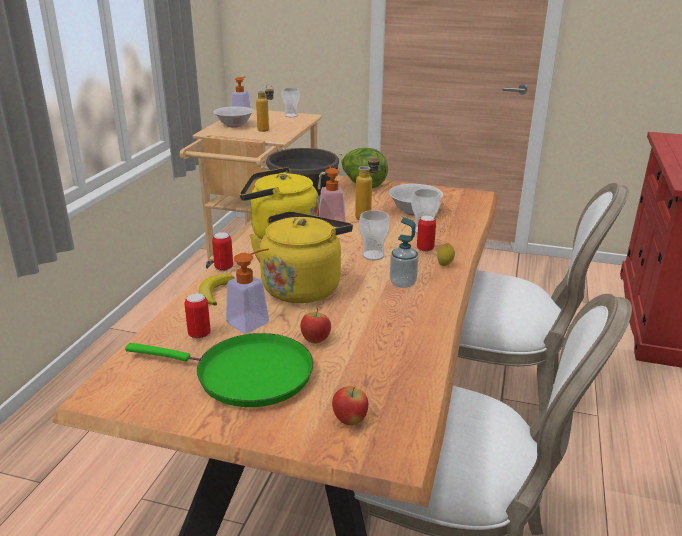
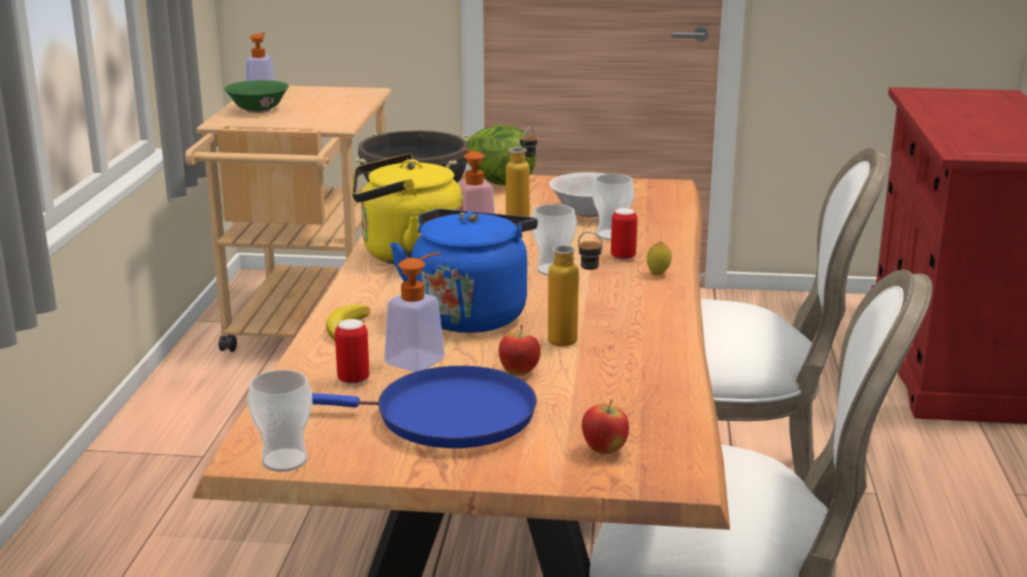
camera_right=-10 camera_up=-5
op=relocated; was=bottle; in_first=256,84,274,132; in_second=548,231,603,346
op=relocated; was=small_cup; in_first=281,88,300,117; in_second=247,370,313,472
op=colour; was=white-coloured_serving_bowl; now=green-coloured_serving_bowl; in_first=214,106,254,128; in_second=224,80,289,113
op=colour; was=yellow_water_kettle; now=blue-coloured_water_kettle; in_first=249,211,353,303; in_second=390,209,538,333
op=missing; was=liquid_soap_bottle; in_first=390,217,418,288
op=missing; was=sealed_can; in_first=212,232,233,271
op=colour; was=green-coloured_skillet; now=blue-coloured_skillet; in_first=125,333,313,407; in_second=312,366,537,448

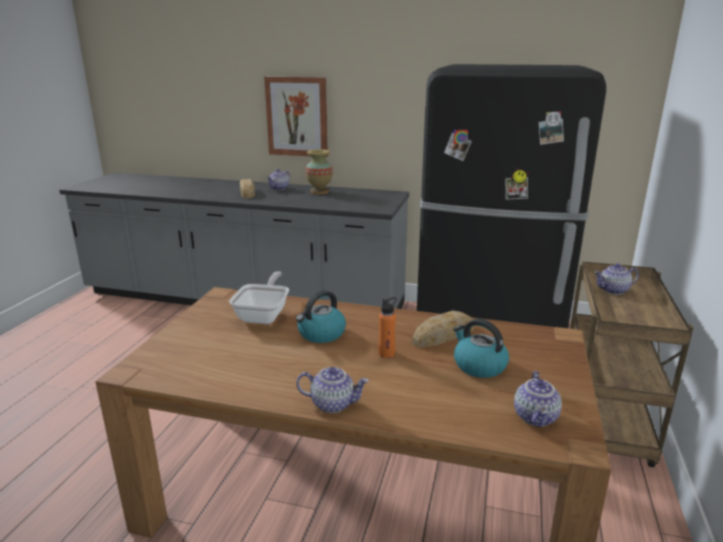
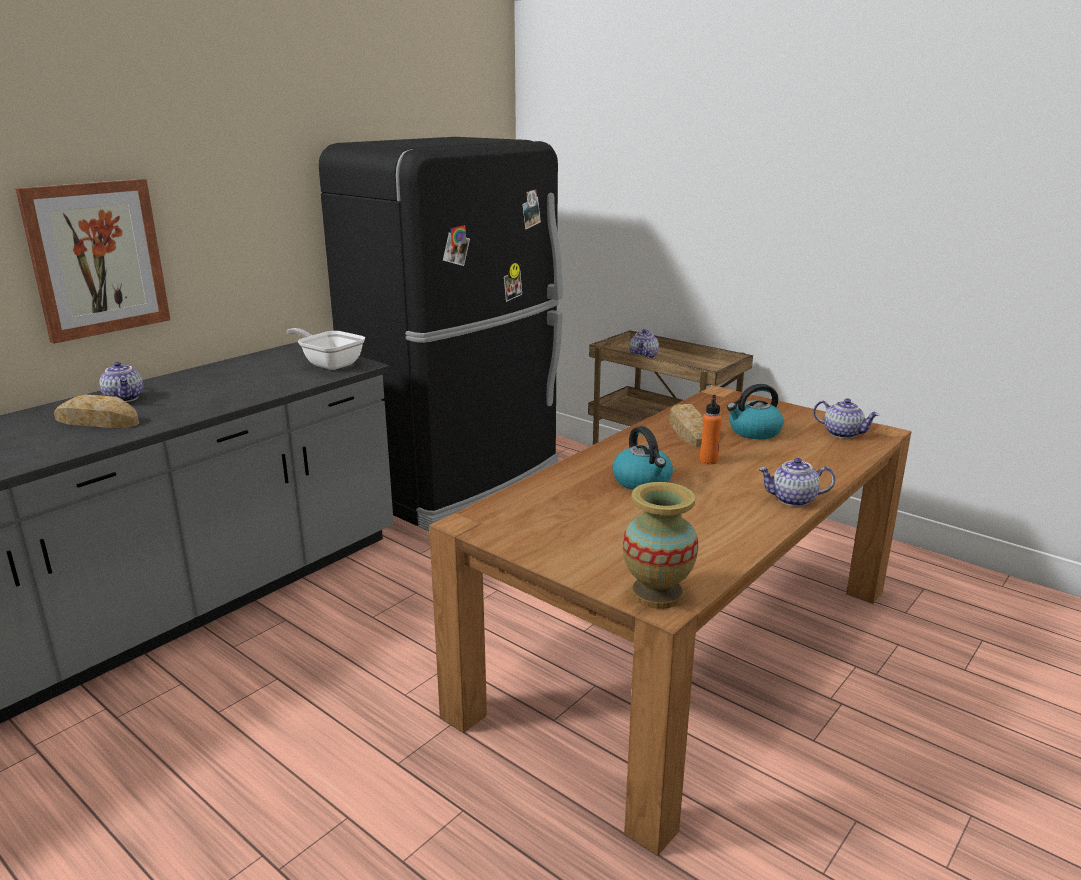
camera_right=-65 camera_up=0
op=relocated; was=flower_vase; in_first=306,149,333,194; in_second=623,482,698,609
op=relocated; was=skillet; in_first=229,272,289,324; in_second=286,328,365,370
op=spun; was=tea_pot; in_first=296,367,369,413; in_second=758,458,835,507; clockwise=-120

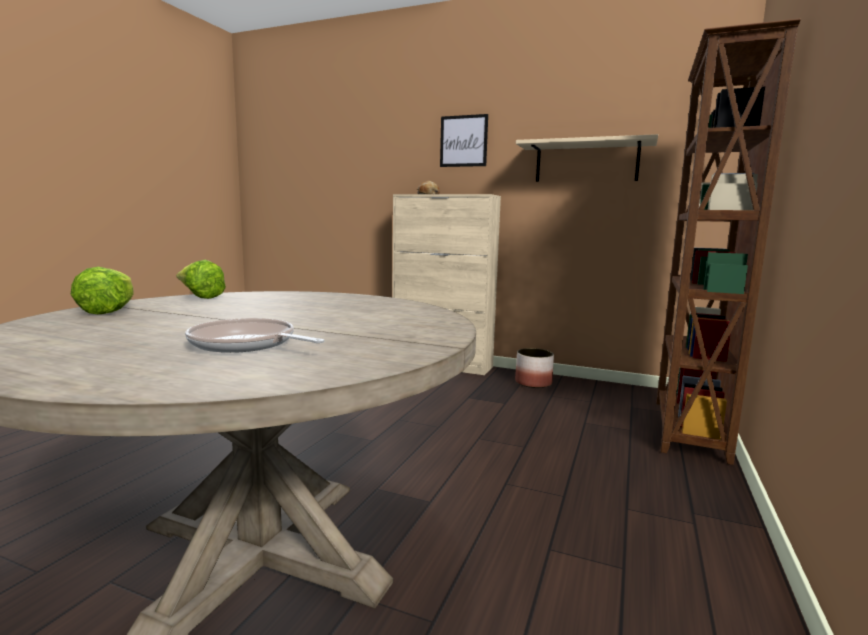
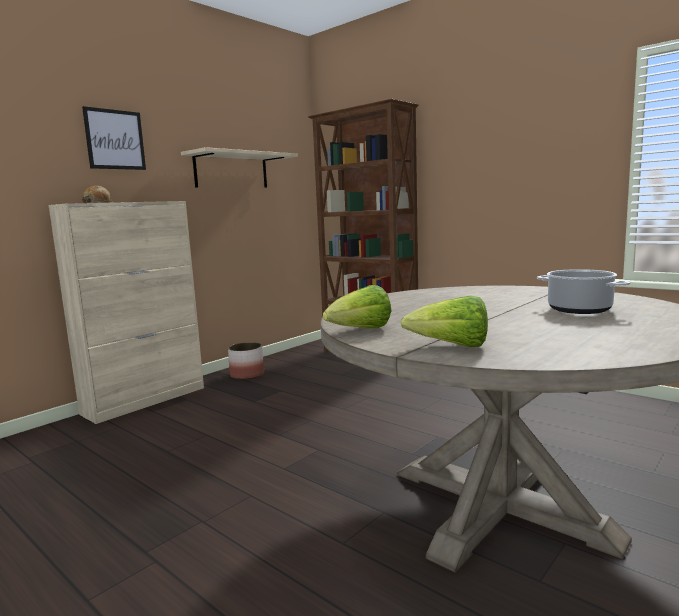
camera_right=-70 camera_up=0
op=exchanged; was=skillet; now=saucepot; in_first=185,318,325,353; in_second=537,269,630,314

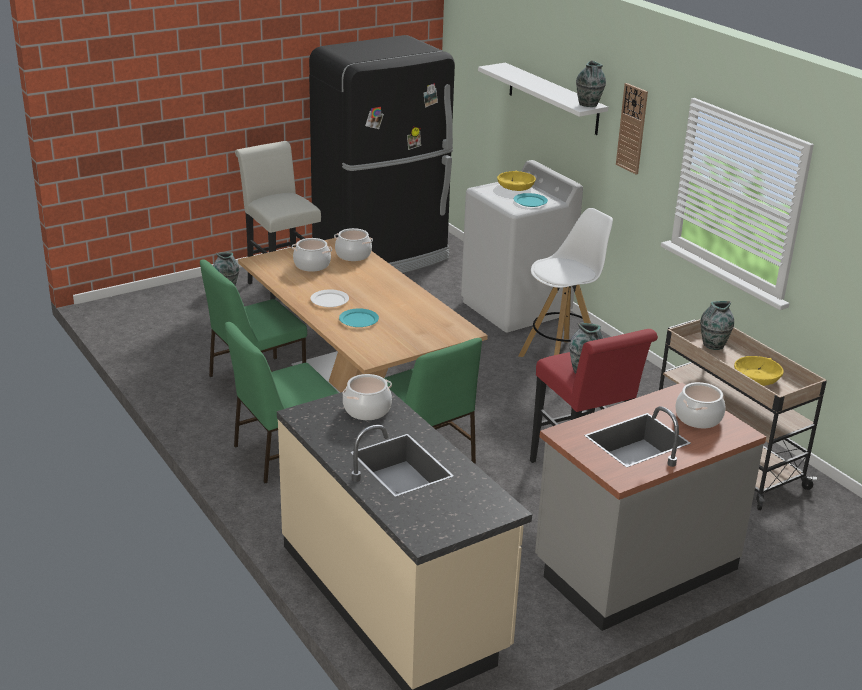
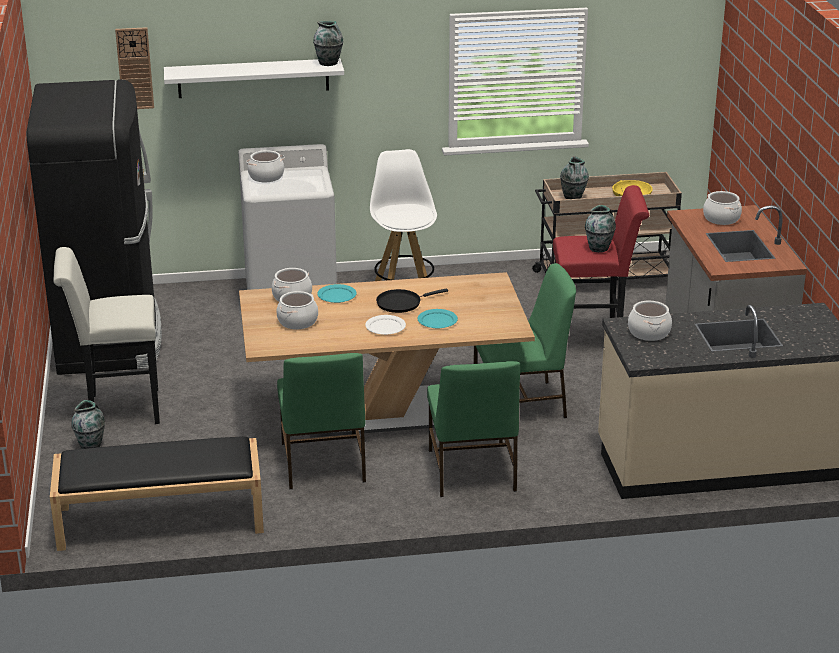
camera_right=-65 camera_up=0
op=relocated; was=clock_on_the_wall; in_first=616,83,648,174; in_second=115,27,154,109
op=exchanged; was=yellow_serving_bowl; now=saucepot; in_first=497,171,536,191; in_second=246,150,285,182
op=relocated; was=turquoise-coloured_dinner_plate; in_first=514,193,548,207; in_second=318,284,357,303
op=appeared; now=black-coloured_skillet; in_second=376,288,448,313
op=appeared; now=black-coloured_long_seat; in_second=50,436,264,551

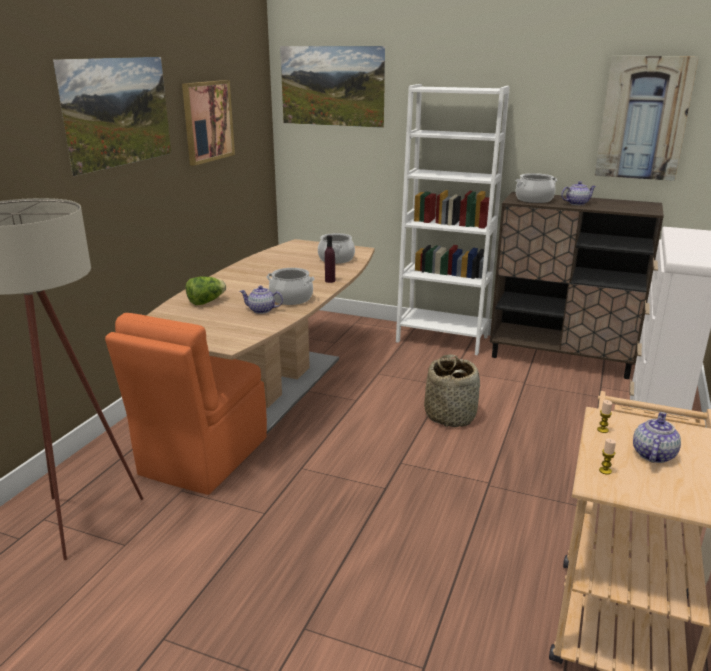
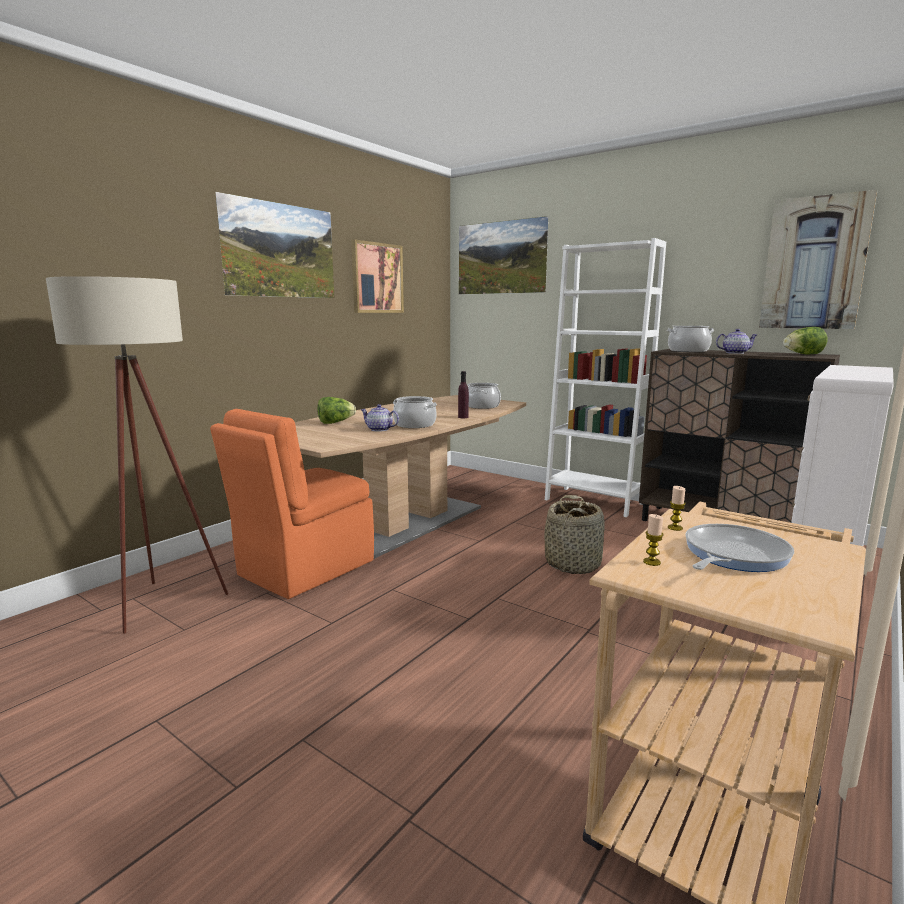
camera_right=15 camera_up=-10
op=exchanged; was=tea_pot; now=skillet; in_first=633,412,681,463; in_second=685,524,794,572
op=appeared; now=head_of_lettuce; in_second=783,327,828,354

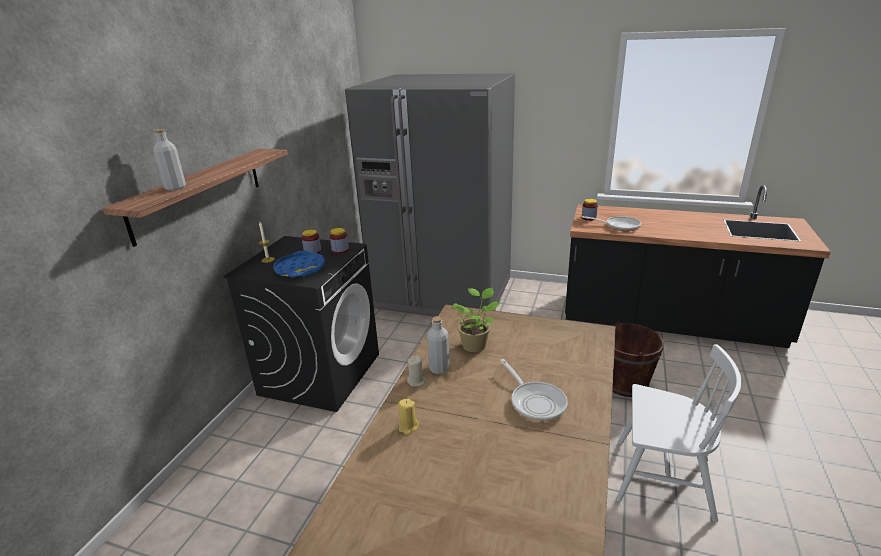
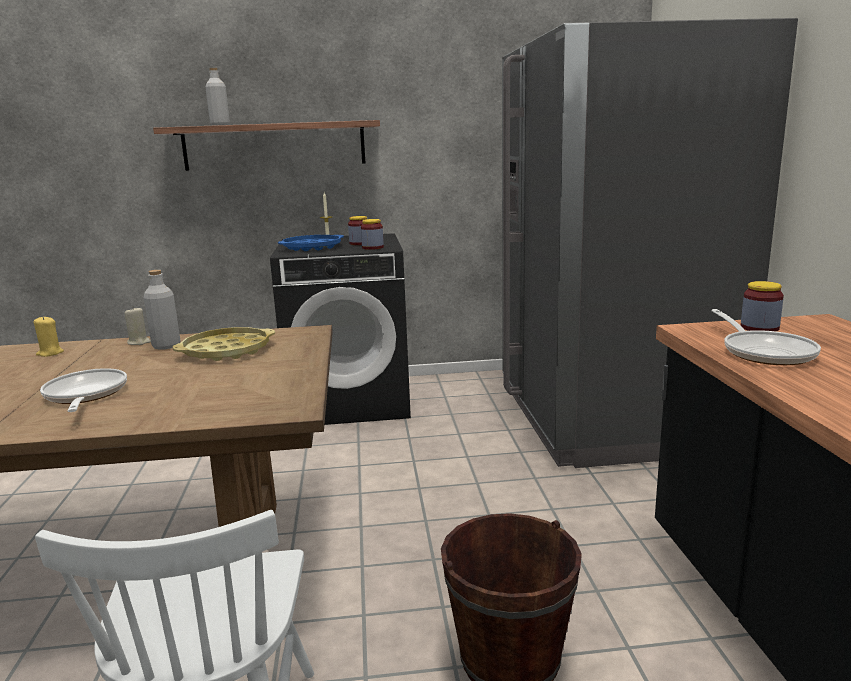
camera_right=65 camera_up=-10
op=exchanged; was=potted_plant; now=yellow_serving_tray; in_first=450,288,500,352; in_second=173,327,275,361
op=spun; was=skillet; in_first=500,359,567,421; in_second=40,368,127,412; clockwise=120

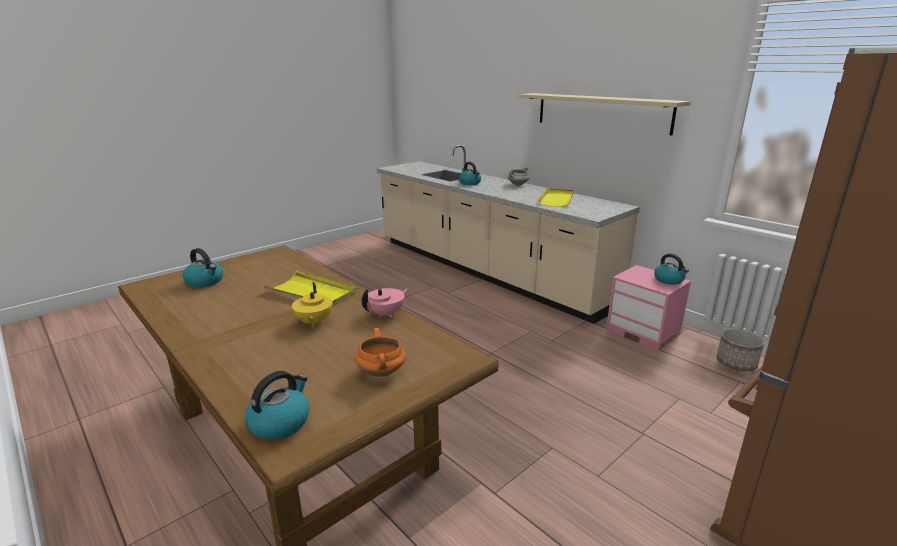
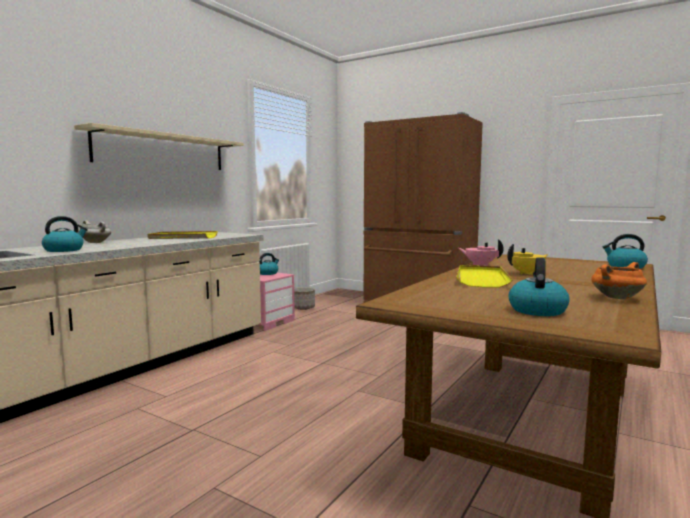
camera_right=-105 camera_up=-15
op=relocated; was=orange-coloured_saucepot; in_first=355,328,406,377; in_second=591,262,647,300

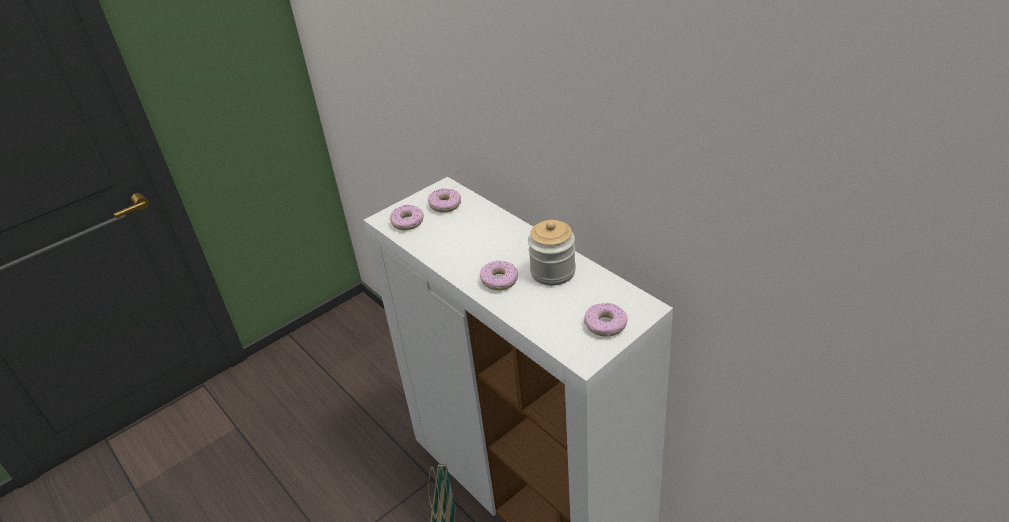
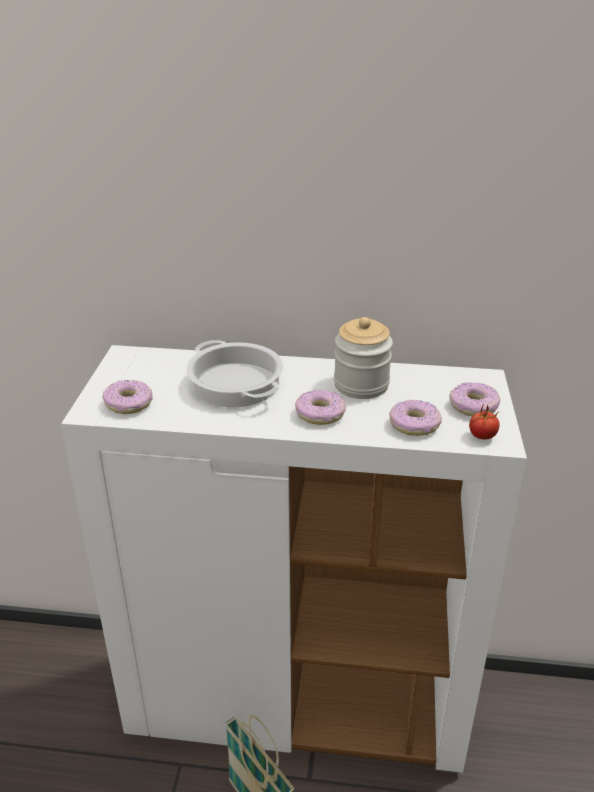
camera_right=-45 camera_up=-5
op=relocated; was=donut; in_first=428,188,461,213; in_second=389,400,442,436
op=appeared; now=saucepot; in_second=186,340,283,407
op=appeared; now=fresh_tomato; in_second=469,403,500,440

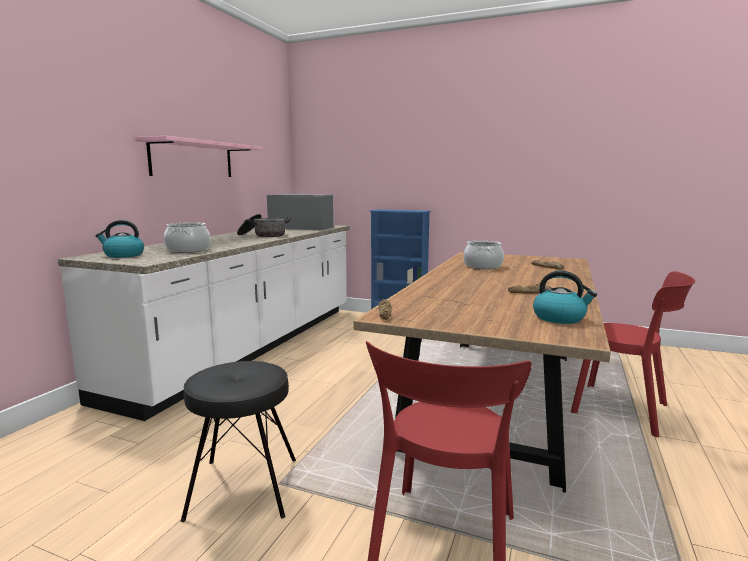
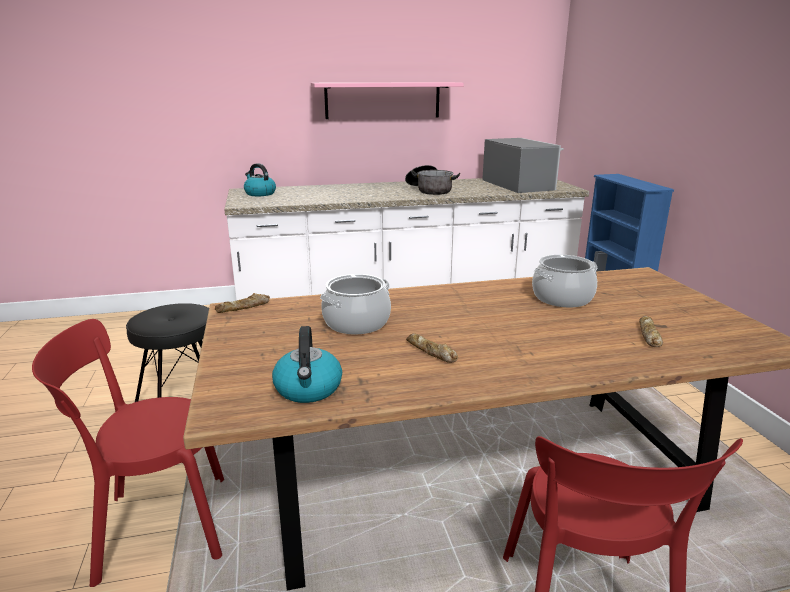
camera_right=55 camera_up=10
op=relocated; was=saucepot; in_first=164,222,211,253; in_second=320,274,391,334

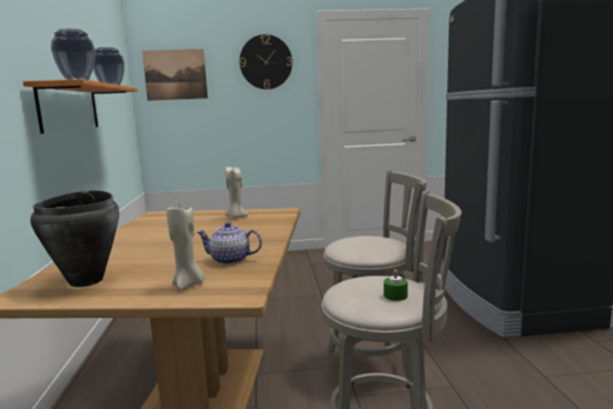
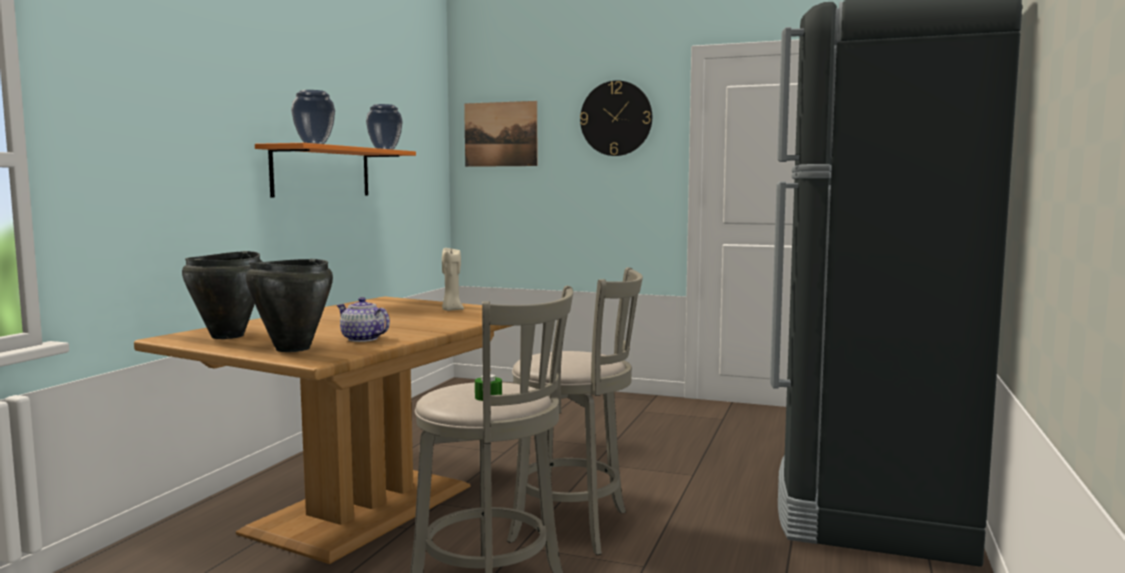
camera_right=25 camera_up=-5
op=exchanged; was=sand-coloured_wax_light; now=black-coloured_saucepot; in_first=167,205,205,290; in_second=246,259,333,352

